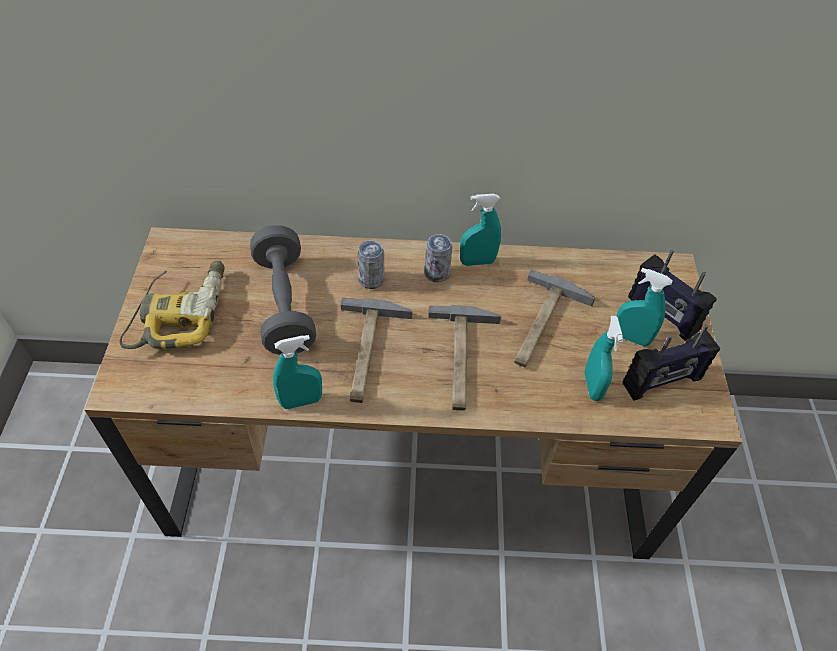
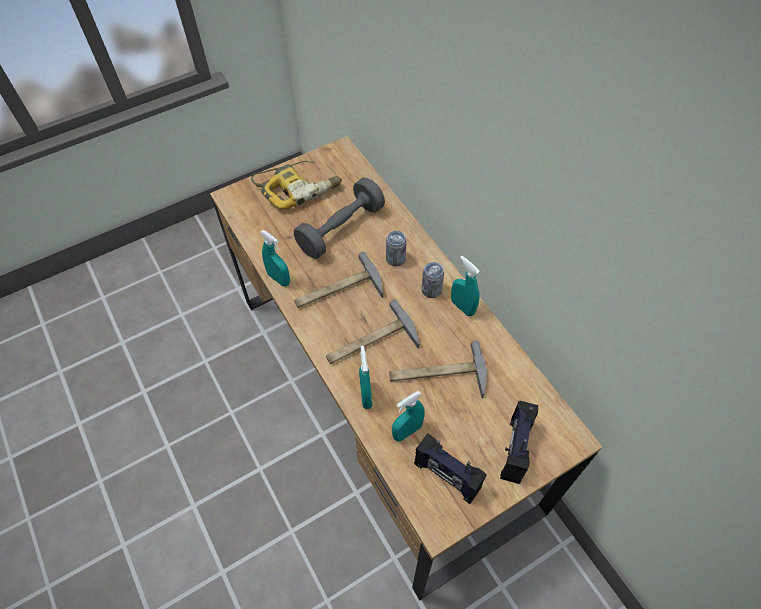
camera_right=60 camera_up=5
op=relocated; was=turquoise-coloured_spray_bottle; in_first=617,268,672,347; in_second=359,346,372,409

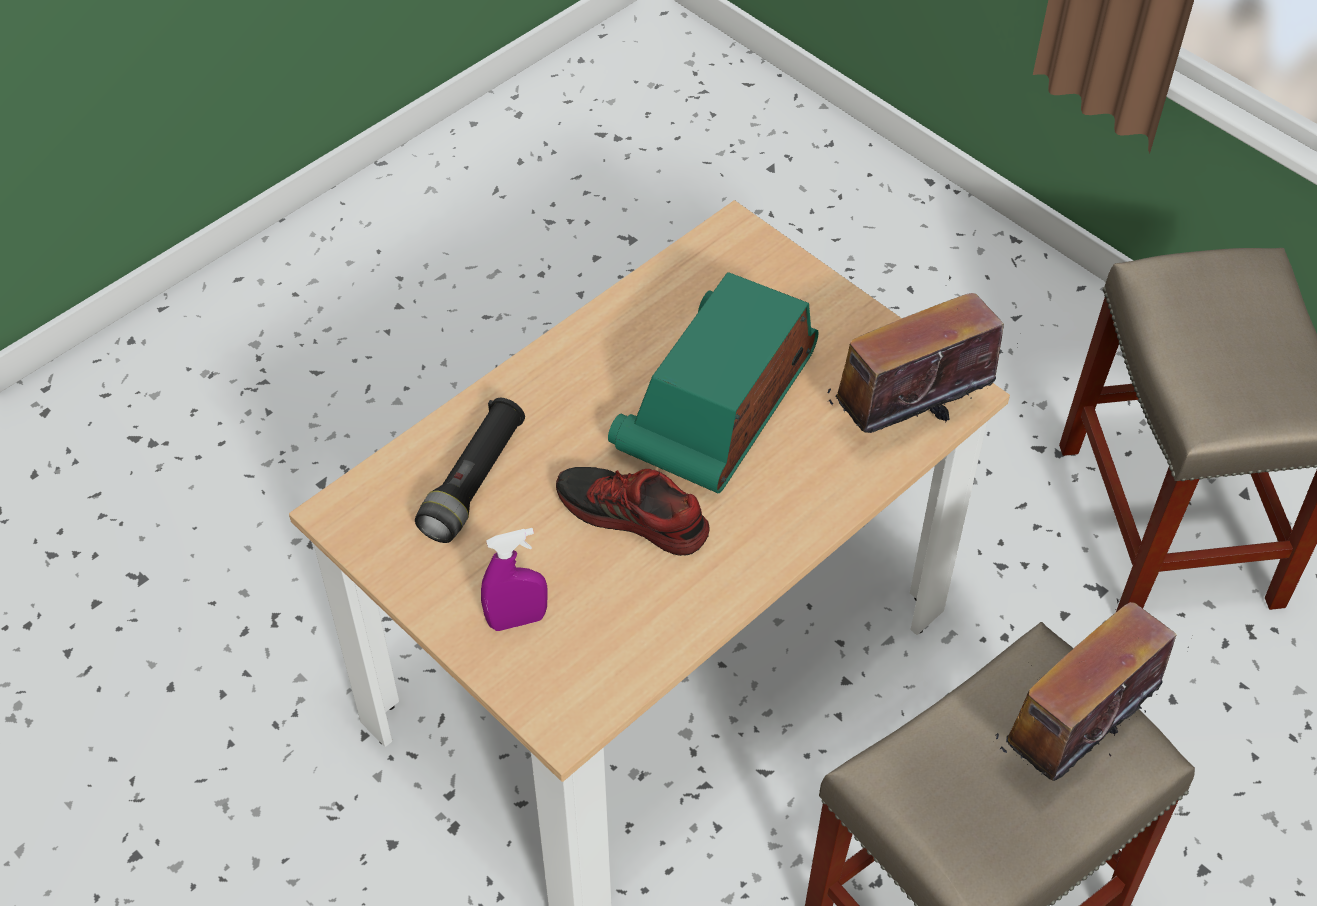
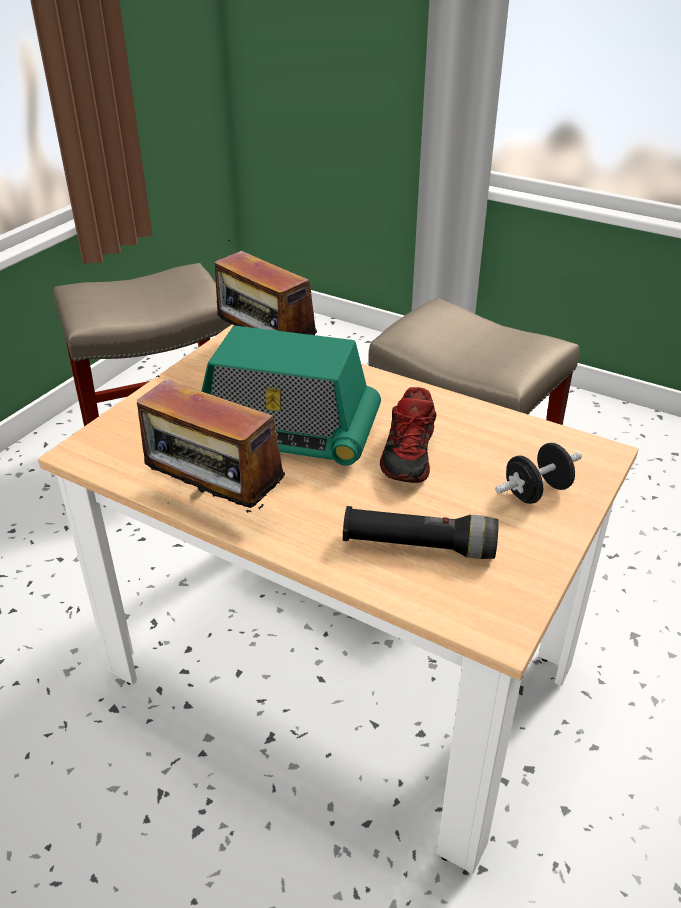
camera_right=-105 camera_up=-15
op=exchanged; was=purple_spray_bottle; now=black-coloured_free_weight; in_first=481,528,548,631; in_second=495,443,582,504
op=relocated; was=radio; in_first=995,599,1188,781; in_second=137,375,285,513

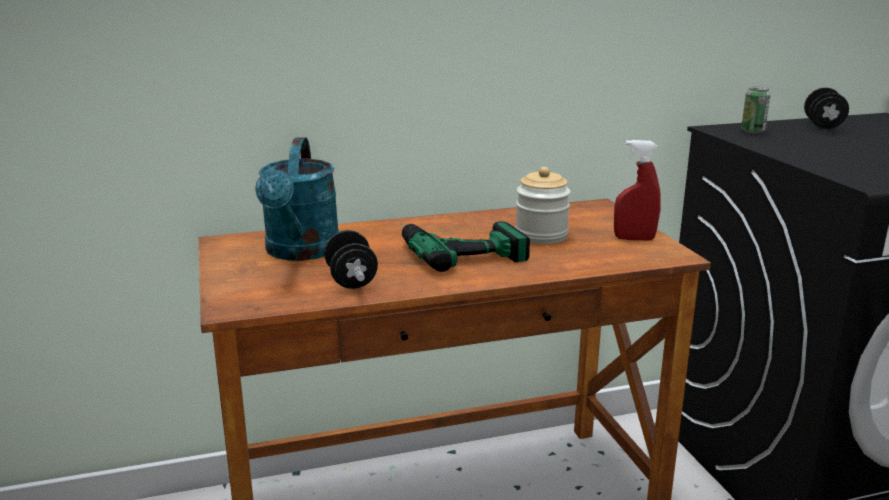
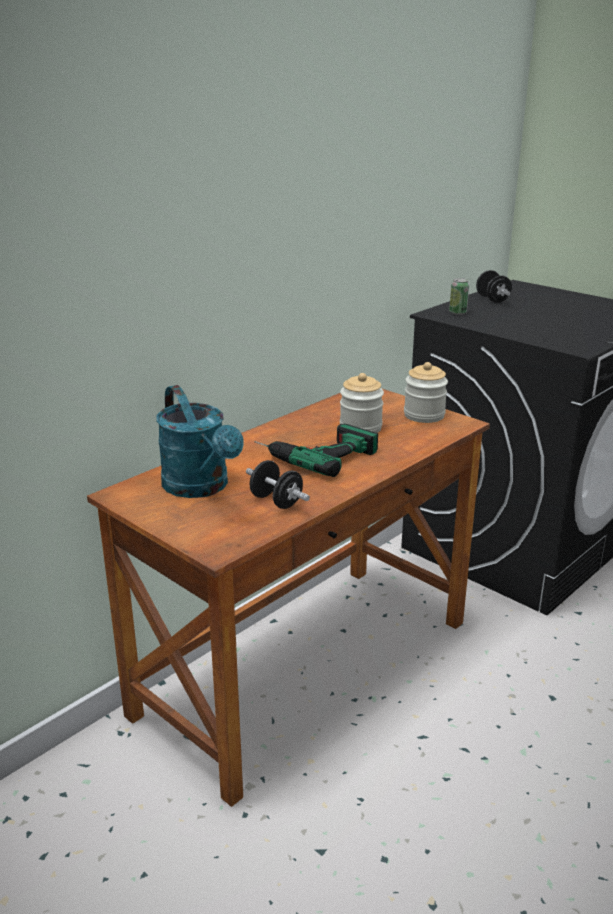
camera_right=-30 camera_up=5
op=exchanged; was=reddish_spray_bottle; now=jar; in_first=614,140,661,240; in_second=404,362,448,423

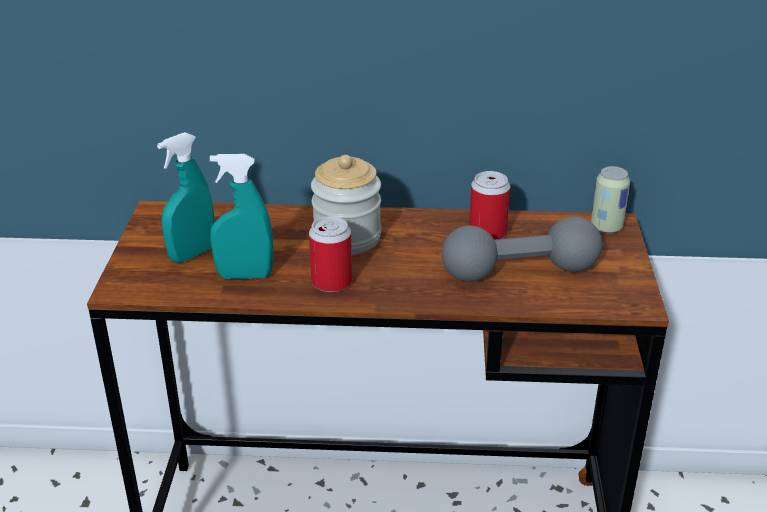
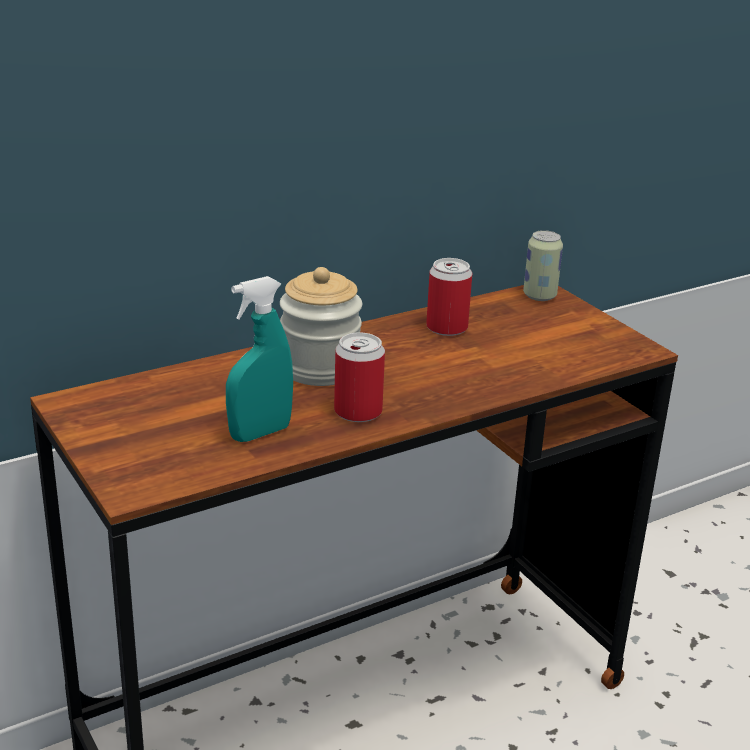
camera_right=-35 camera_up=-5
op=missing; was=turquoise-coloured_spray_bottle; in_first=157,132,214,263
op=missing; was=greyish_free_weight; in_first=441,217,602,282

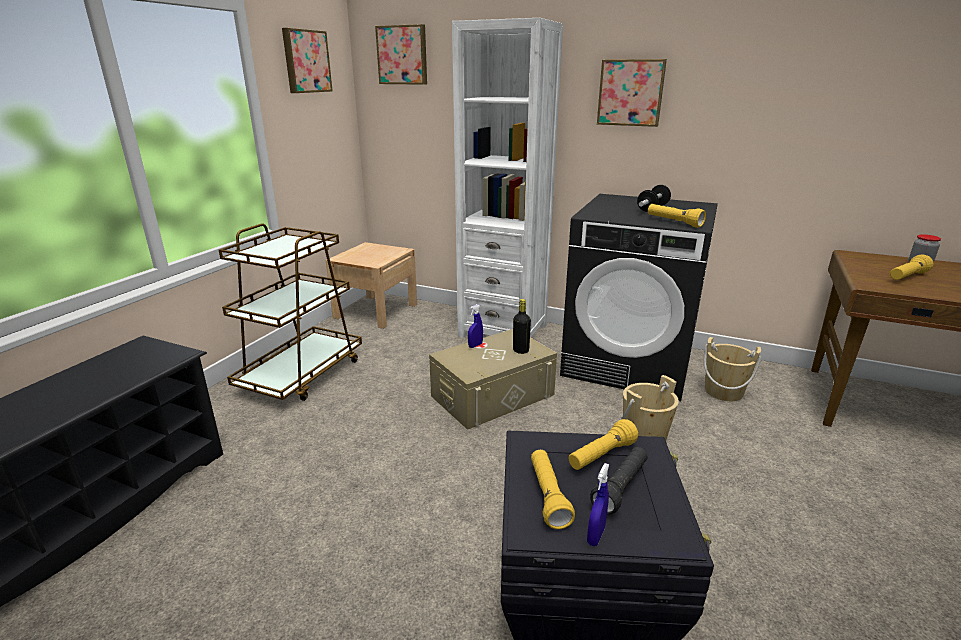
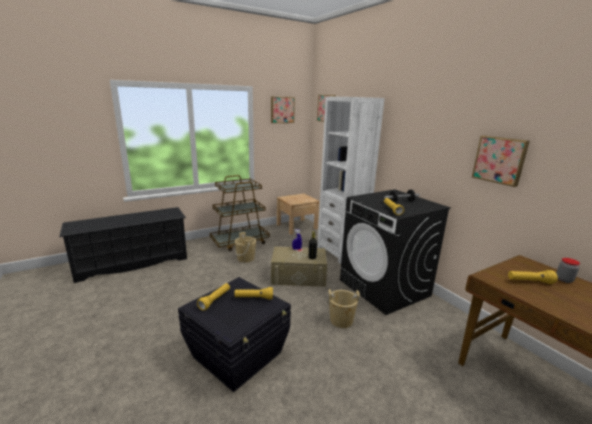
camera_right=35 camera_up=-5
op=relocated; was=wall_art; in_first=597,59,667,127; in_second=472,136,530,187
op=relocated; was=sand-coloured_bucket; in_first=704,337,761,401; in_second=235,232,256,263
op=missing; was=black-coloured_flashlight; in_first=590,447,648,515
op=missing; was=blue-coloured_spray_bottle; in_first=587,463,610,546

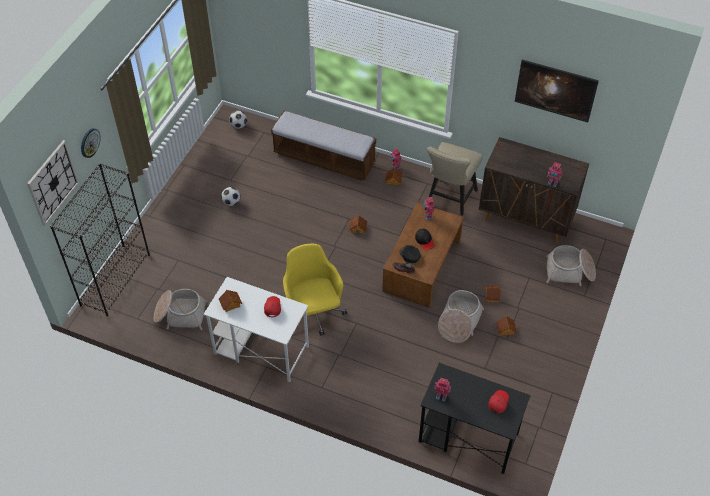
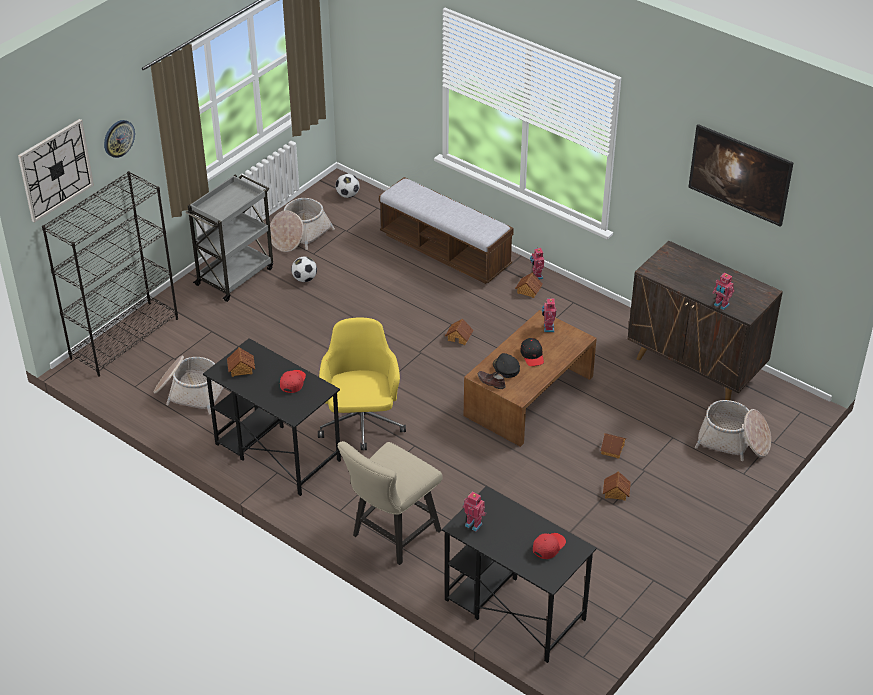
camera_right=15 camera_up=-10
op=relocated; was=sand-coloured_chair; in_first=427,142,483,216; in_second=337,441,443,565
op=colour; was=white-coloured_desk; now=black-coloured_desk; in_first=204,277,309,382; in_second=203,338,341,496
op=relocated; was=storage_basket; in_first=438,290,484,343; in_second=270,198,335,252
op=appeared; now=greyish_trolley; in_second=185,174,273,302

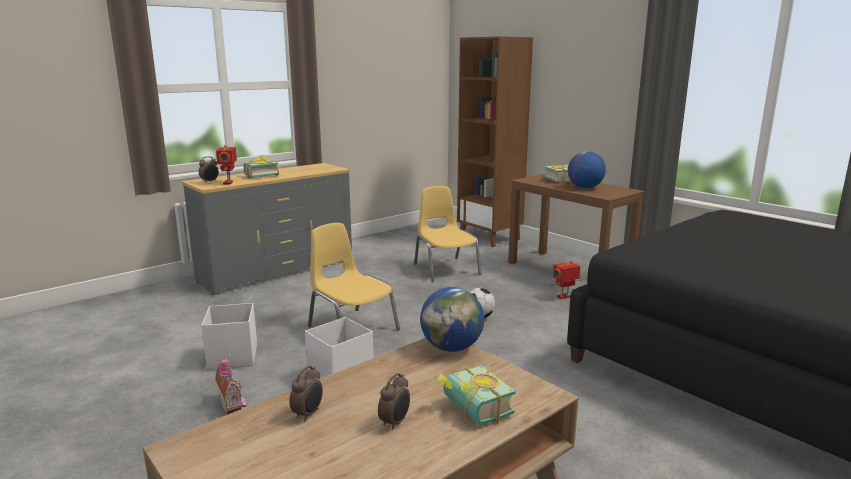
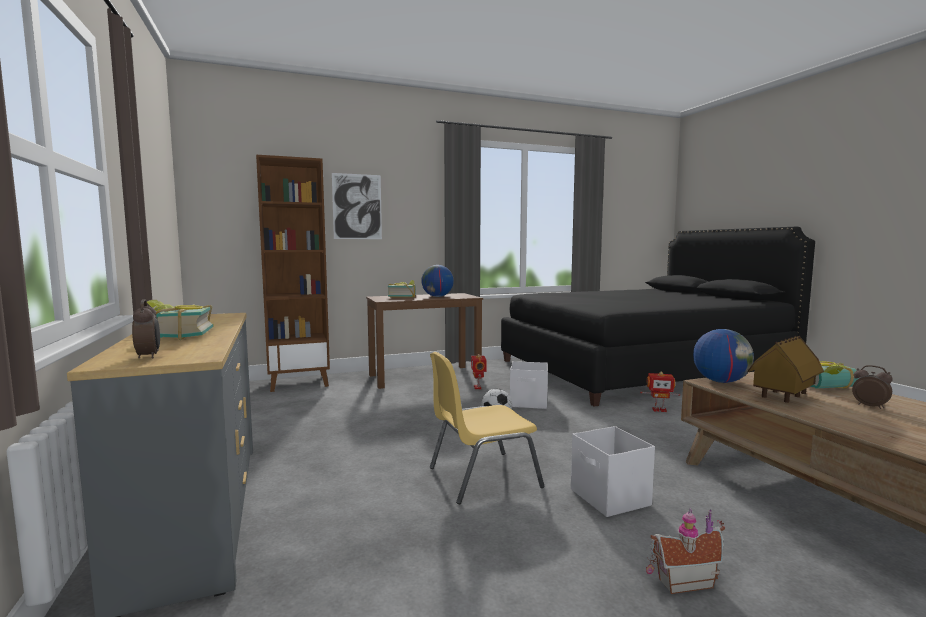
camera_right=-70 camera_up=-10
op=relocated; was=robot_figure; in_first=216,145,237,185; in_second=640,372,680,412
op=missing; was=yellow_chair; in_first=414,186,481,282
op=relocated; was=white-coloured_storage_box; in_first=201,303,257,370; in_second=510,361,548,409
op=missing; was=table_clock; in_first=289,366,323,422
op=appeared; now=wall_art; in_second=332,173,382,239
op=appeared; now=model_house; in_second=747,336,824,403

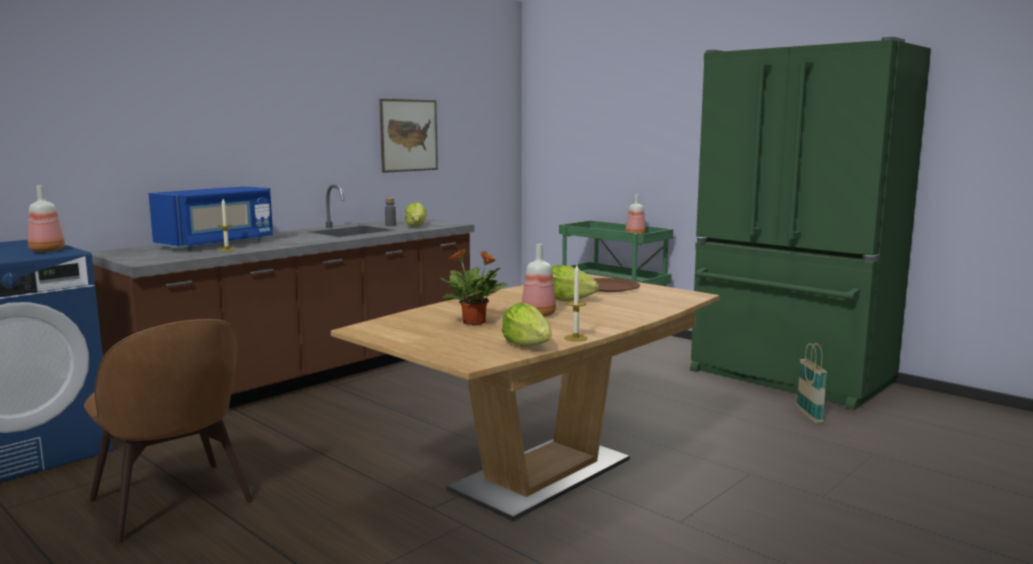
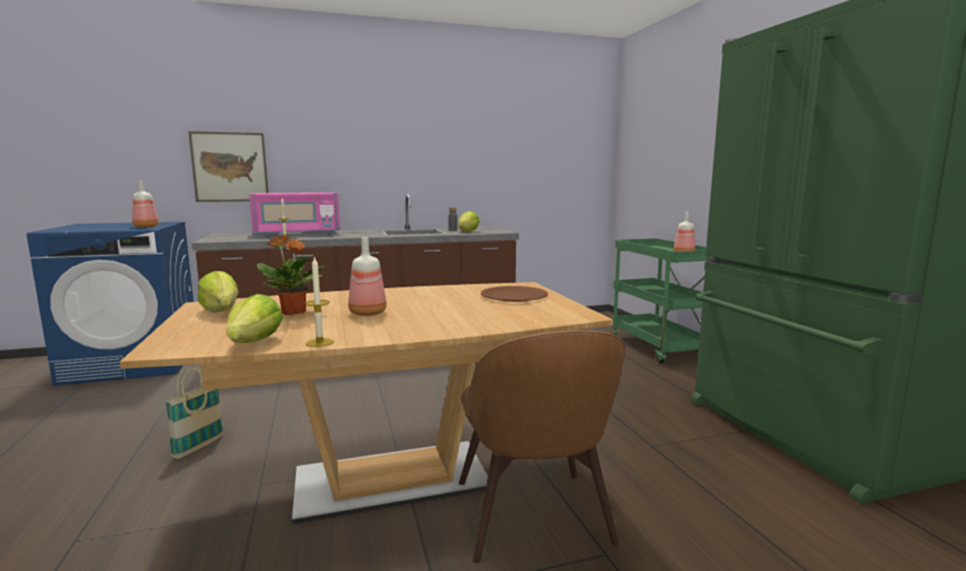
camera_right=30 camera_up=0
op=relocated; was=wall_art; in_first=379,99,438,173; in_second=188,131,268,202
op=colour; was=blue-coloured_microwave_oven; now=pink-coloured_microwave_oven; in_first=149,186,273,250; in_second=249,192,340,236
op=relocated; was=head_of_lettuce; in_first=552,265,599,301; in_second=198,271,239,313
op=relocated; was=brown-coloured_chair; in_first=84,319,253,543; in_second=459,330,626,563
op=relocated; was=storage_basket; in_first=796,343,827,423; in_second=165,367,224,459

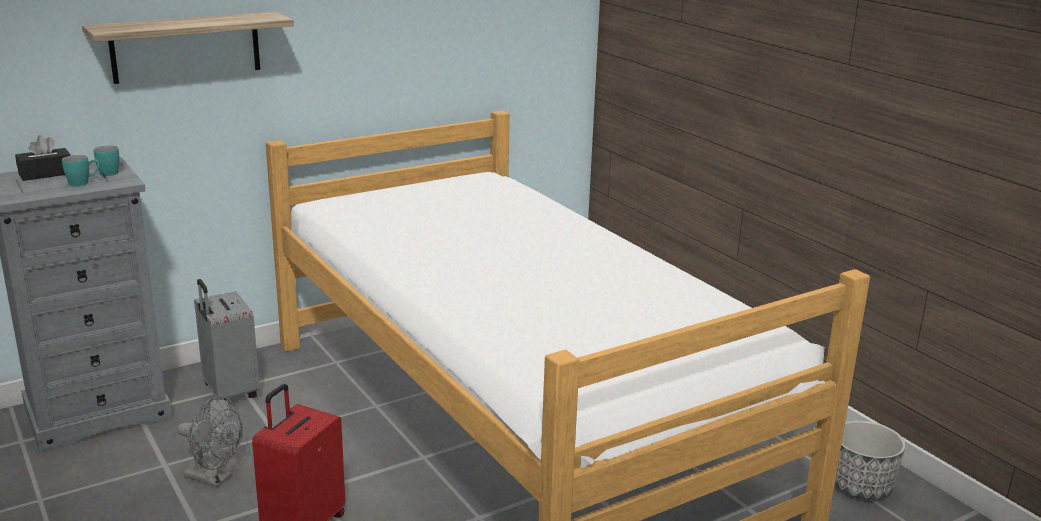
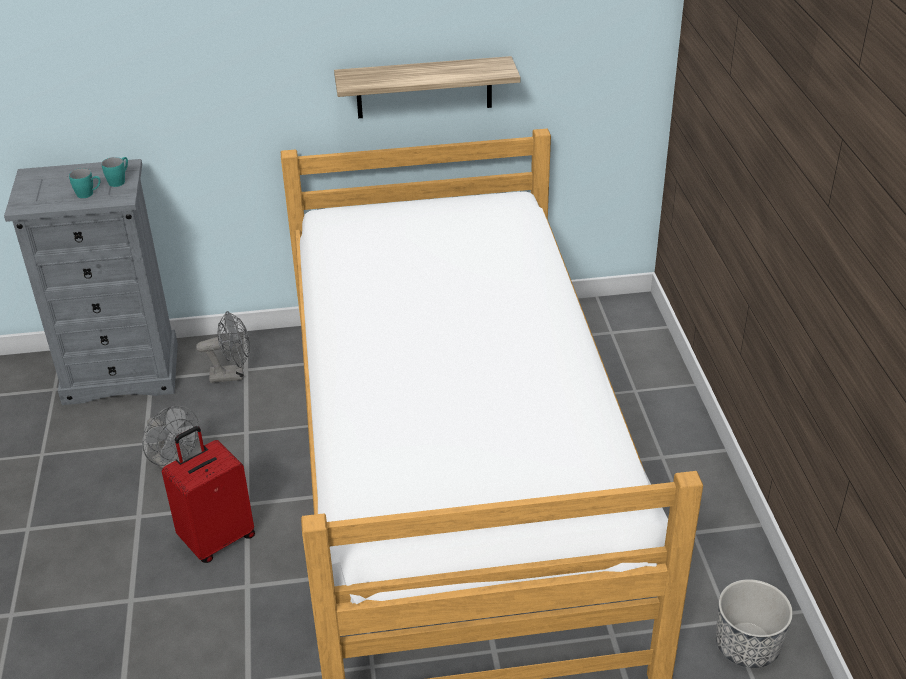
camera_right=25 camera_up=15
op=relocated; was=bracket_shelf; in_first=82,12,294,84; in_second=334,56,521,118
op=missing; was=black-coloured_tissue_holder; in_first=15,135,71,181
op=exchanged; was=greyish_suitcase; now=greyish_fan; in_first=194,279,260,401; in_second=196,311,250,383

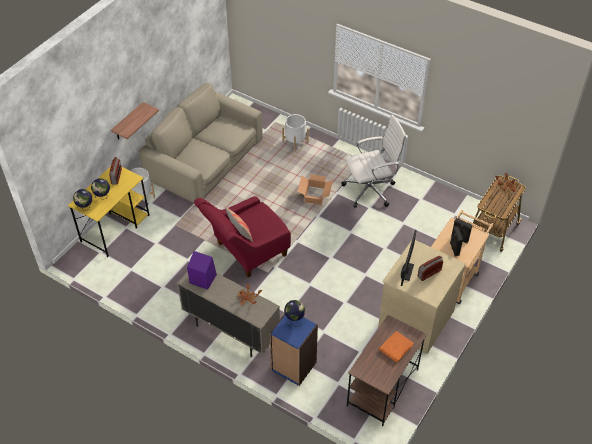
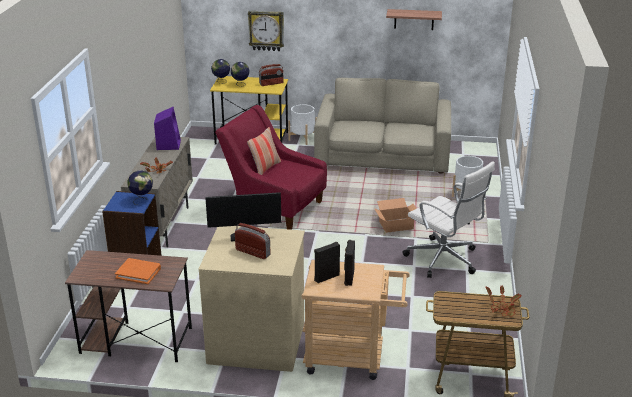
camera_right=65 camera_up=-20
op=relocated; was=bracket_shelf; in_first=111,102,159,140; in_second=386,9,442,30
op=appeared; now=clock_on_the_wall; in_second=248,11,284,51

